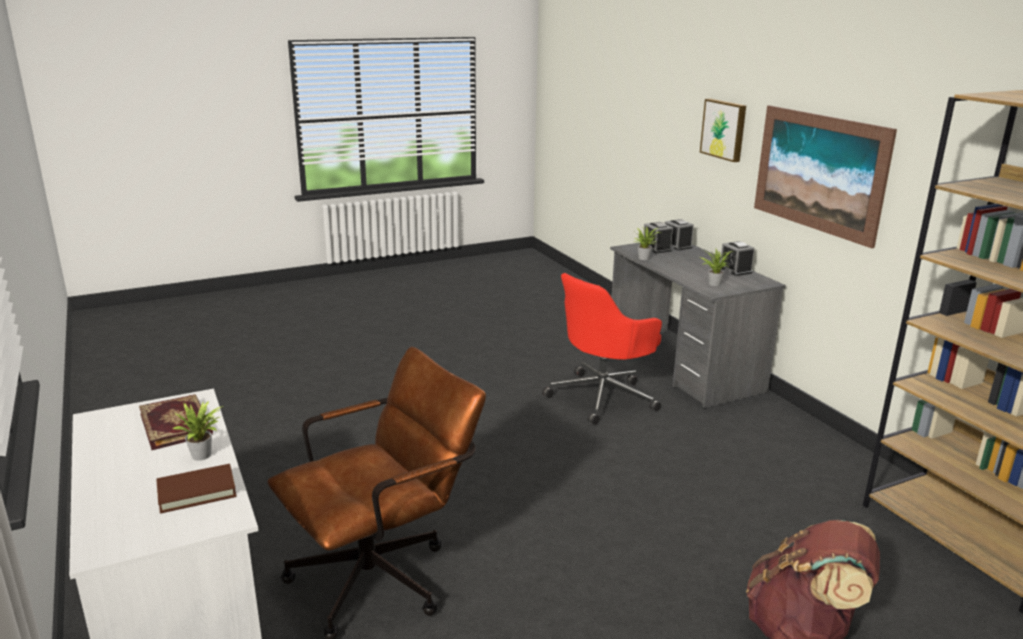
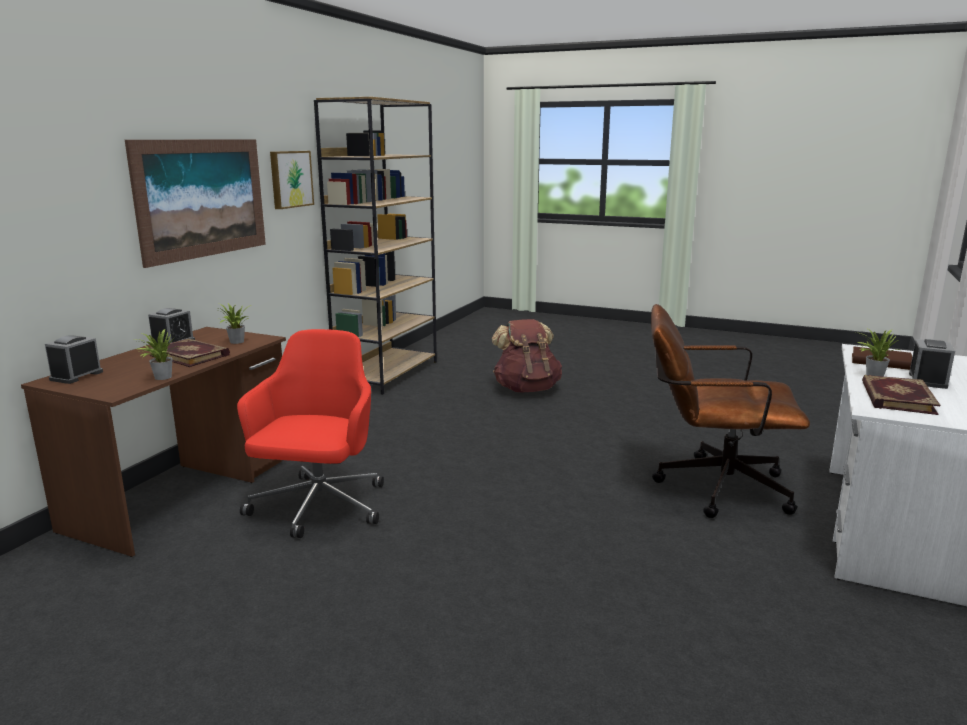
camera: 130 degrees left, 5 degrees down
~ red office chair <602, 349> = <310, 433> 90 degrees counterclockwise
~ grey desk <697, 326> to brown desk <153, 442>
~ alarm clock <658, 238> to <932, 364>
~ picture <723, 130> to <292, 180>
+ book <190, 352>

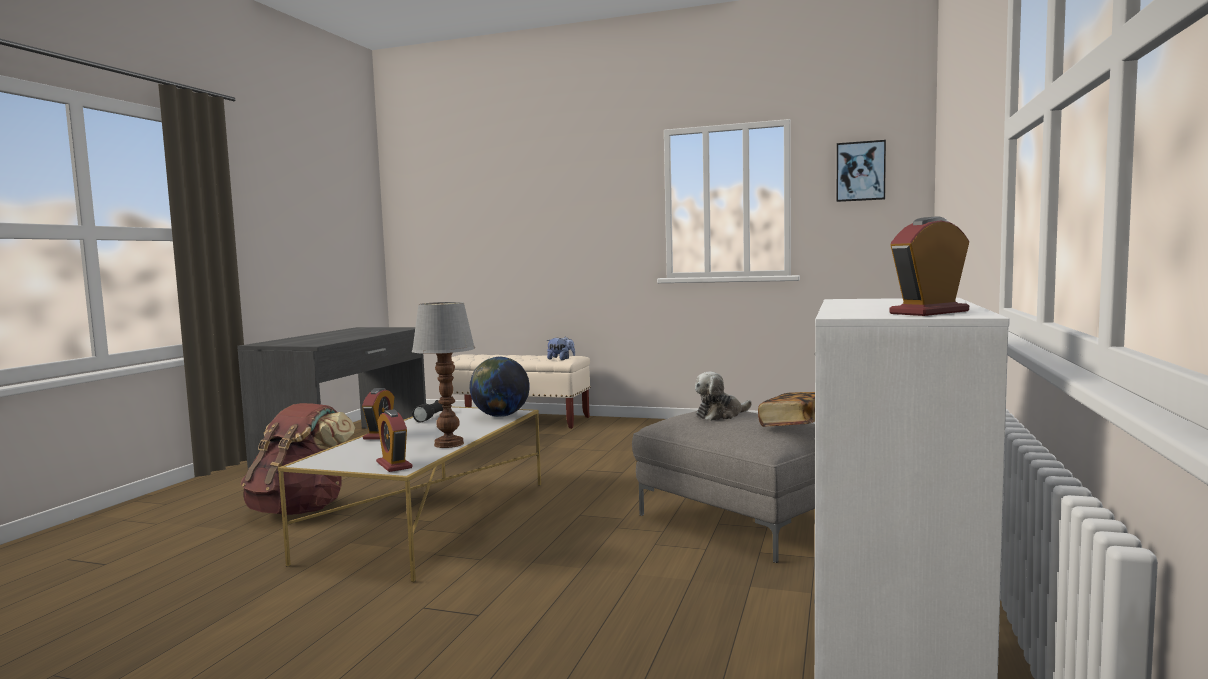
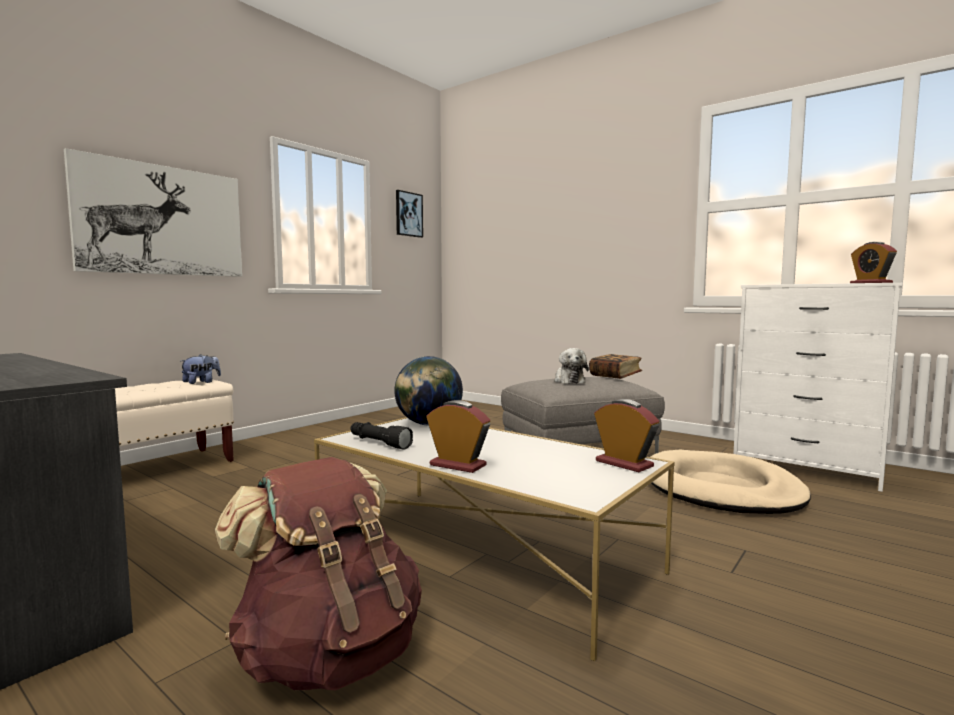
camera: 70 degrees left, 0 degrees up
~ alarm clock <394, 440> = <626, 435> 120 degrees counterclockwise
- table lamp <443, 375>
+ picture <153, 212>
+ beige dog bed <731, 482>

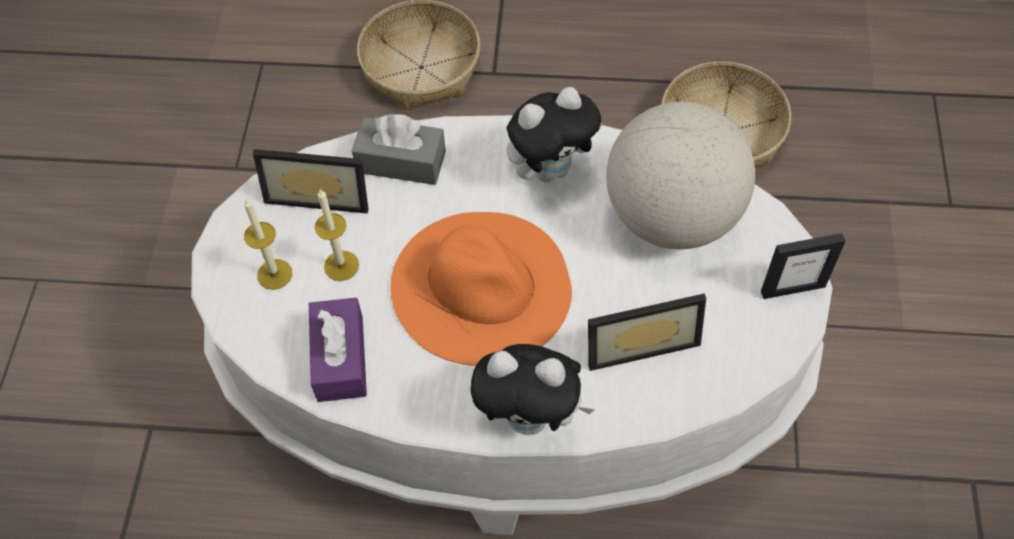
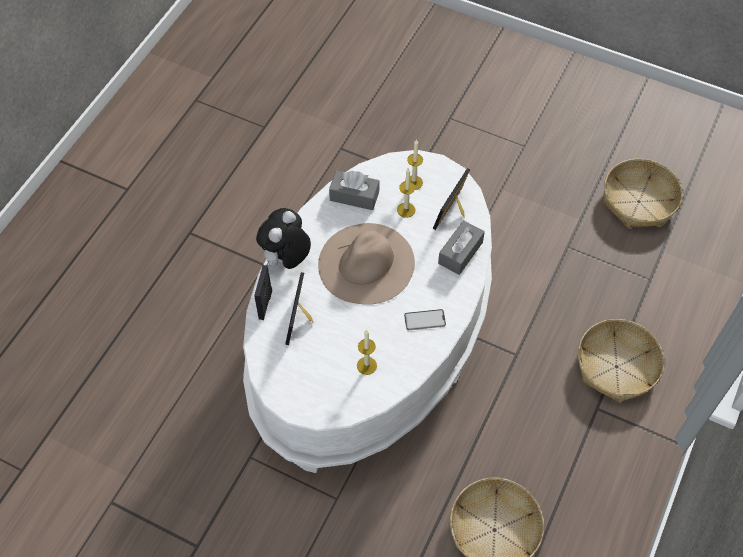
camera: 110 degrees right, 0 degrees up
~ purple tissue box <338, 350> to grey tissue box <354, 190>
~ orange hat <481, 289> to beige hat <366, 264>
~ plush toy <555, 135> to phone <425, 319>
~ globe <680, 175> to candle <367, 352>
~ picture frame <803, 266> to <263, 292>
+ basket <643, 193>

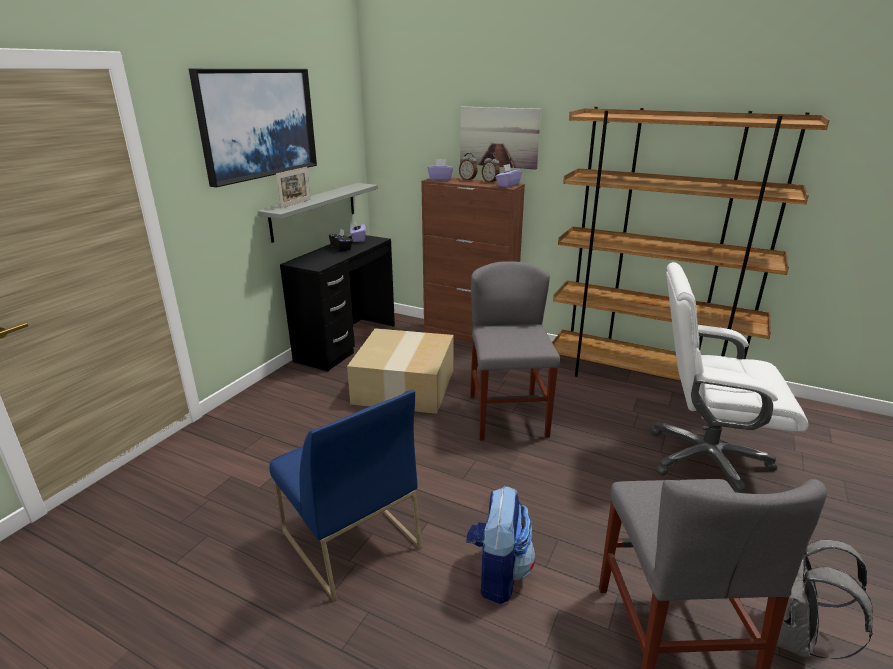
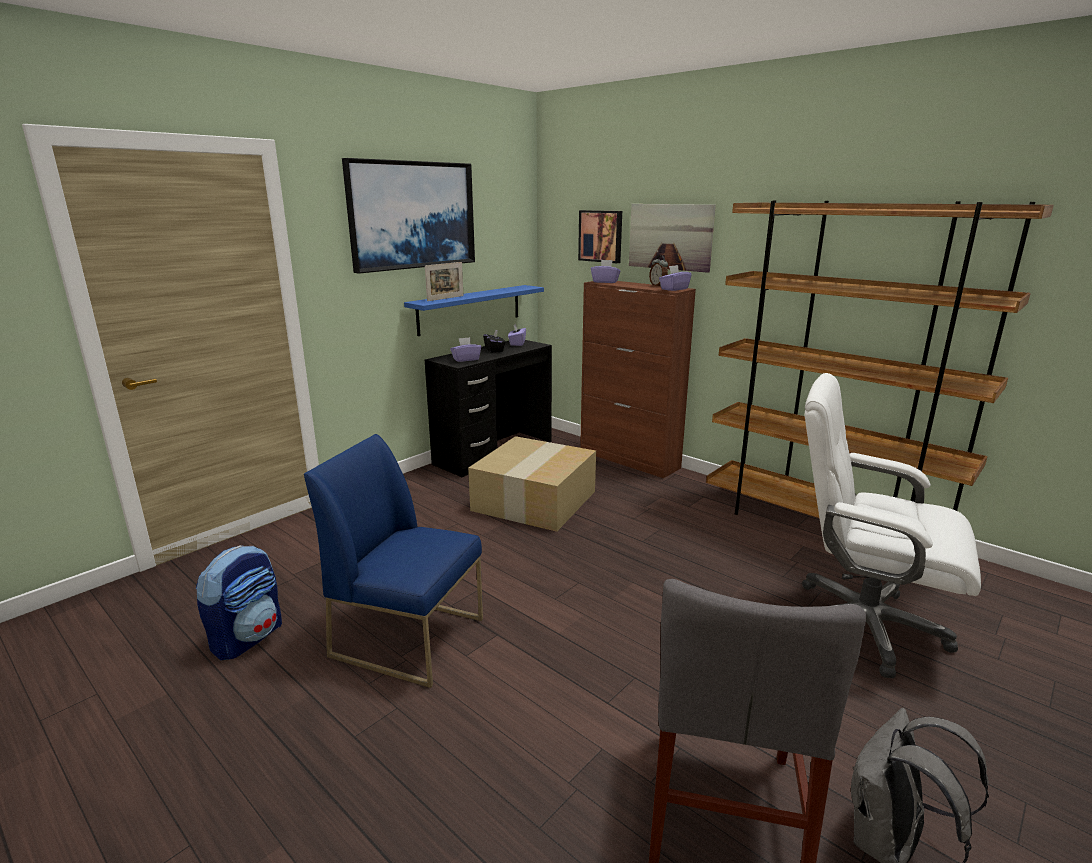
camera: 15 degrees right, 5 degrees down
~ grey shelf <317, 213> to blue shelf <474, 310>
~ blue chair <345, 496> = <393, 561> 135 degrees clockwise
- alarm clock <468, 167>
~ backpack <501, 545> to <239, 602>
- grey chair <515, 350>
+ purple tissue box <465, 349>
+ picture <600, 236>

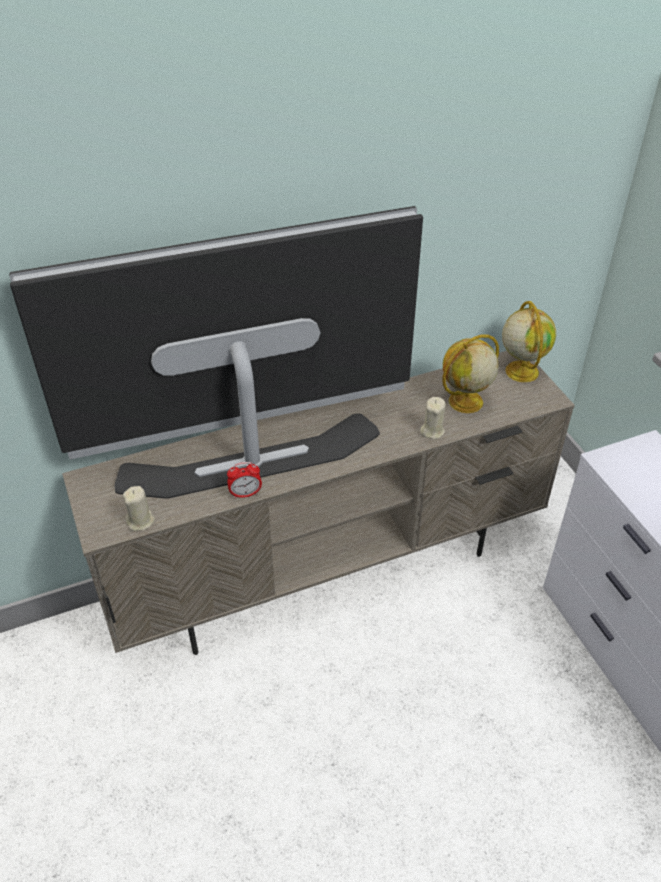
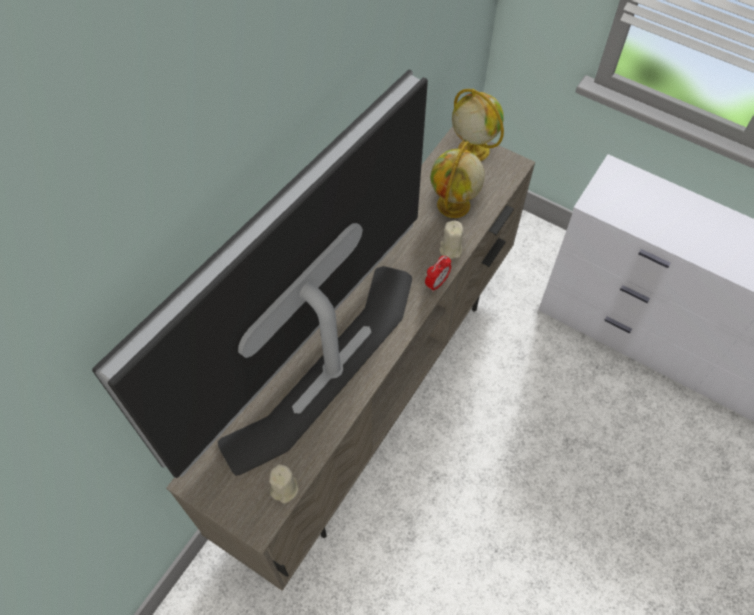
camera: 35 degrees left, 15 degrees up
~ alarm clock <244, 480> to <438, 274>

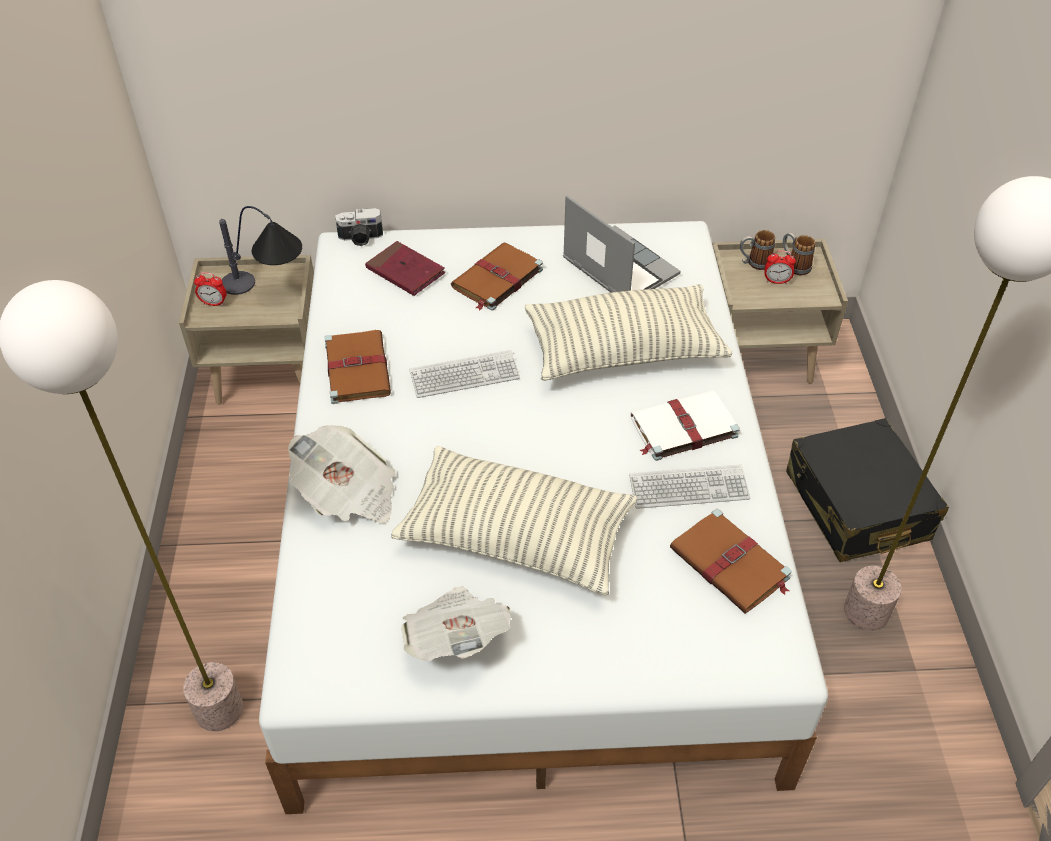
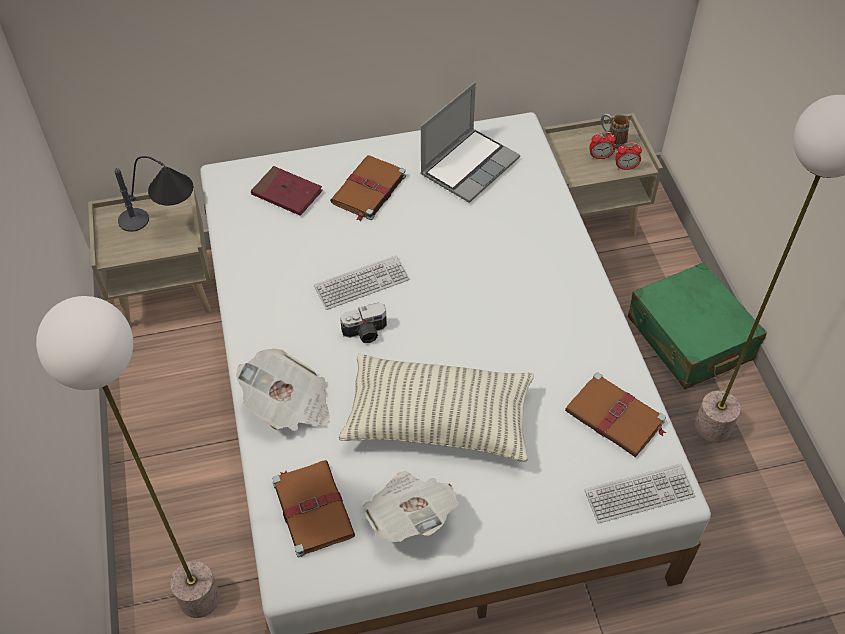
camera: 10 degrees left, 5 degrees up
~ alarm clock <210, 289> to <628, 156>
~ brown book <358, 367> to <313, 508>
~ photo camera <359, 227> to <363, 323>
- pillow <628, 332>
~ laptop <622, 244> = <470, 142> 90 degrees clockwise
~ keyboard <689, 487> to <640, 493>
- white book <685, 425>
- mug <757, 250>
~ black suitcase <867, 490> to green suitcase <697, 325>

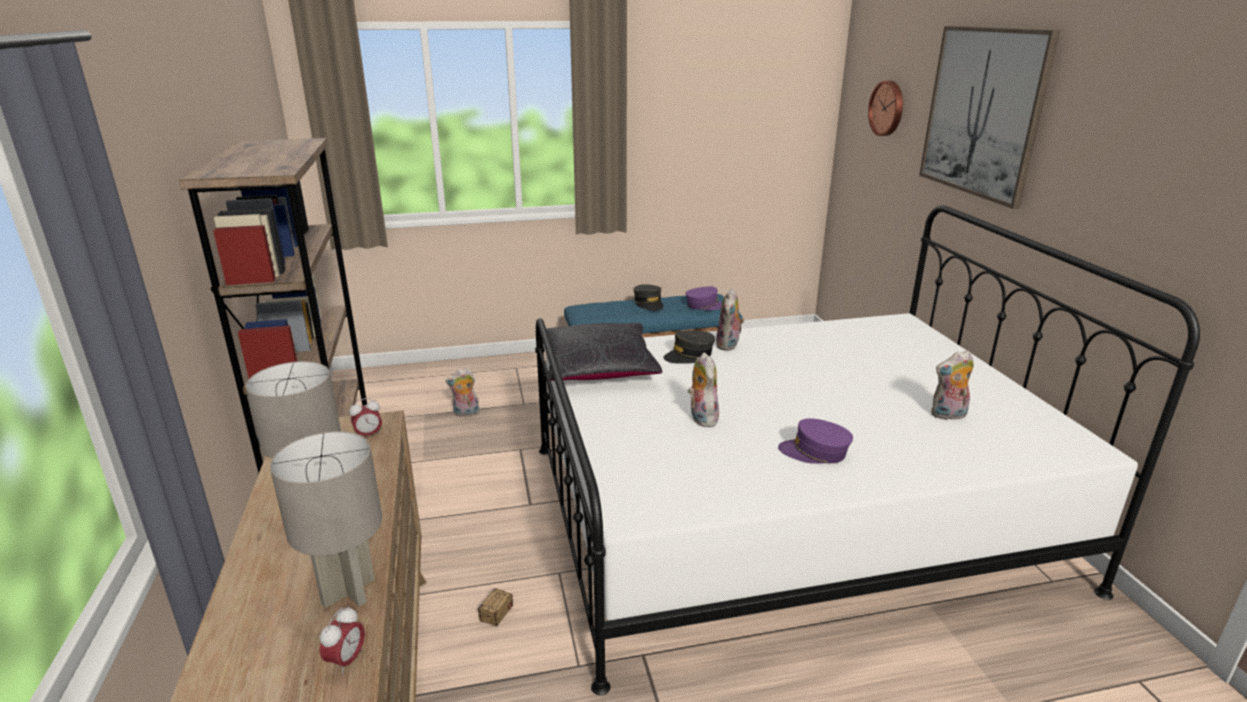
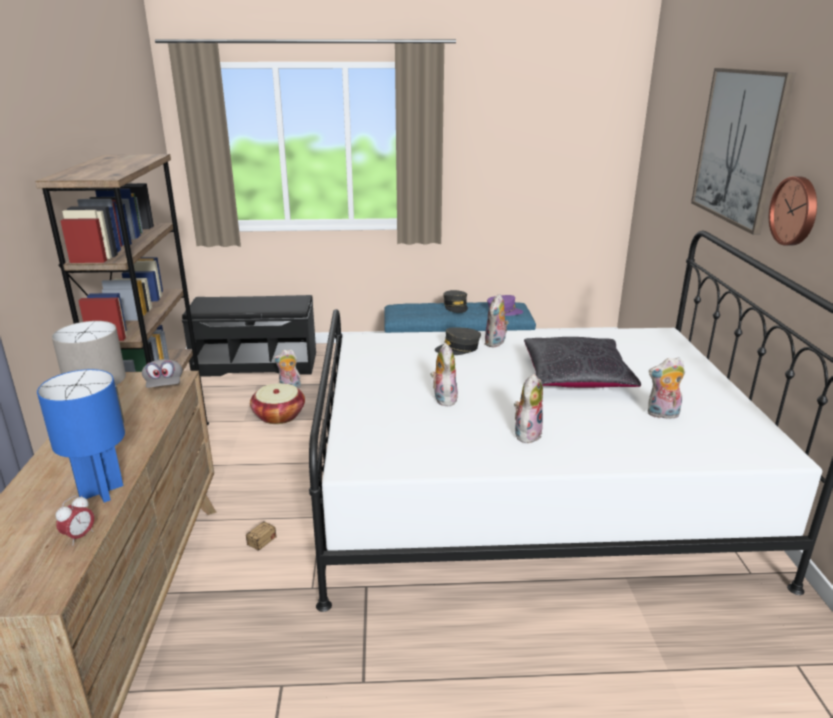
camera: 10 degrees right, 0 degrees up
~ grey table lamp <326, 519> to blue table lamp <81, 436>
~ alarm clock <365, 417> to grey cap <162, 373>
~ black pillow <604, 352> to <582, 362>
~ purple cap <815, 441> to plush toy <528, 408>
~ wall clock <885, 108> to <793, 210>
+ black bench <249, 336>
+ basket <277, 403>

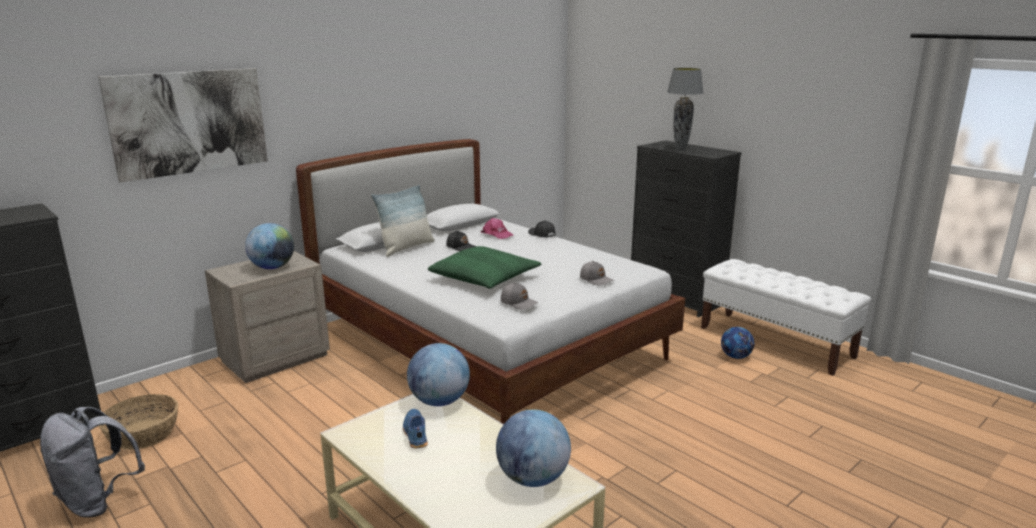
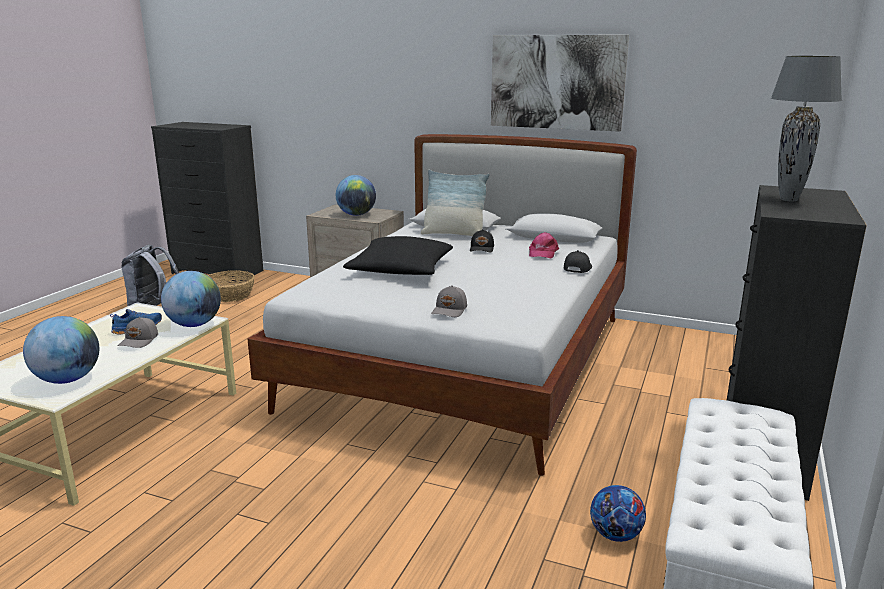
camera: 65 degrees right, 0 degrees up
~ picture <183, 125> to <560, 83>
~ green pillow <484, 267> to black pillow <398, 255>
~ grey cap <520, 296> to <138, 332>

